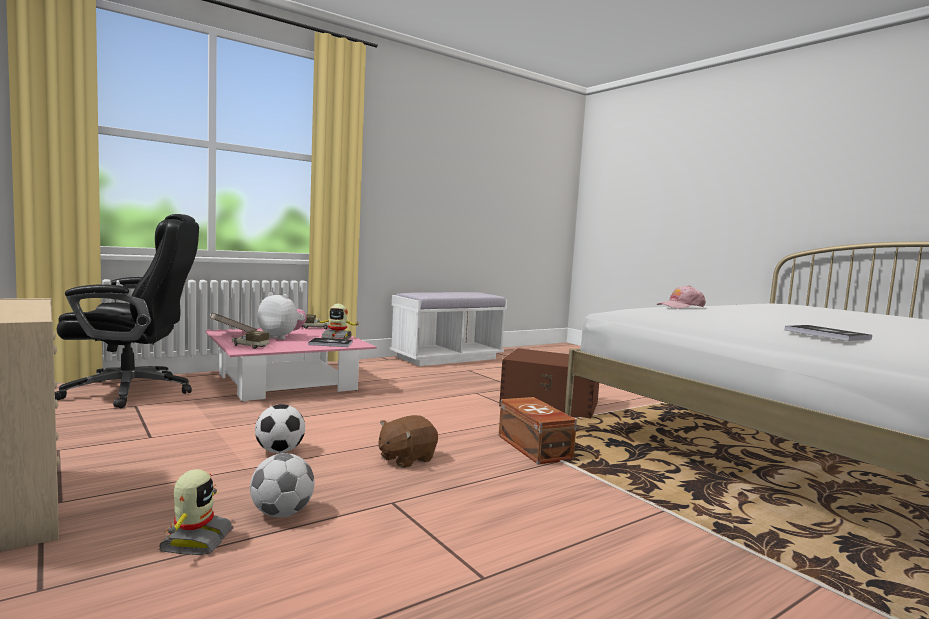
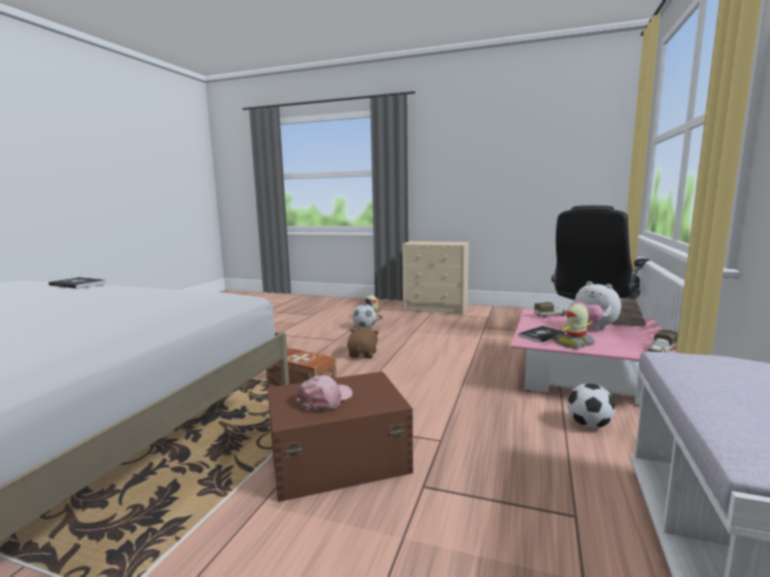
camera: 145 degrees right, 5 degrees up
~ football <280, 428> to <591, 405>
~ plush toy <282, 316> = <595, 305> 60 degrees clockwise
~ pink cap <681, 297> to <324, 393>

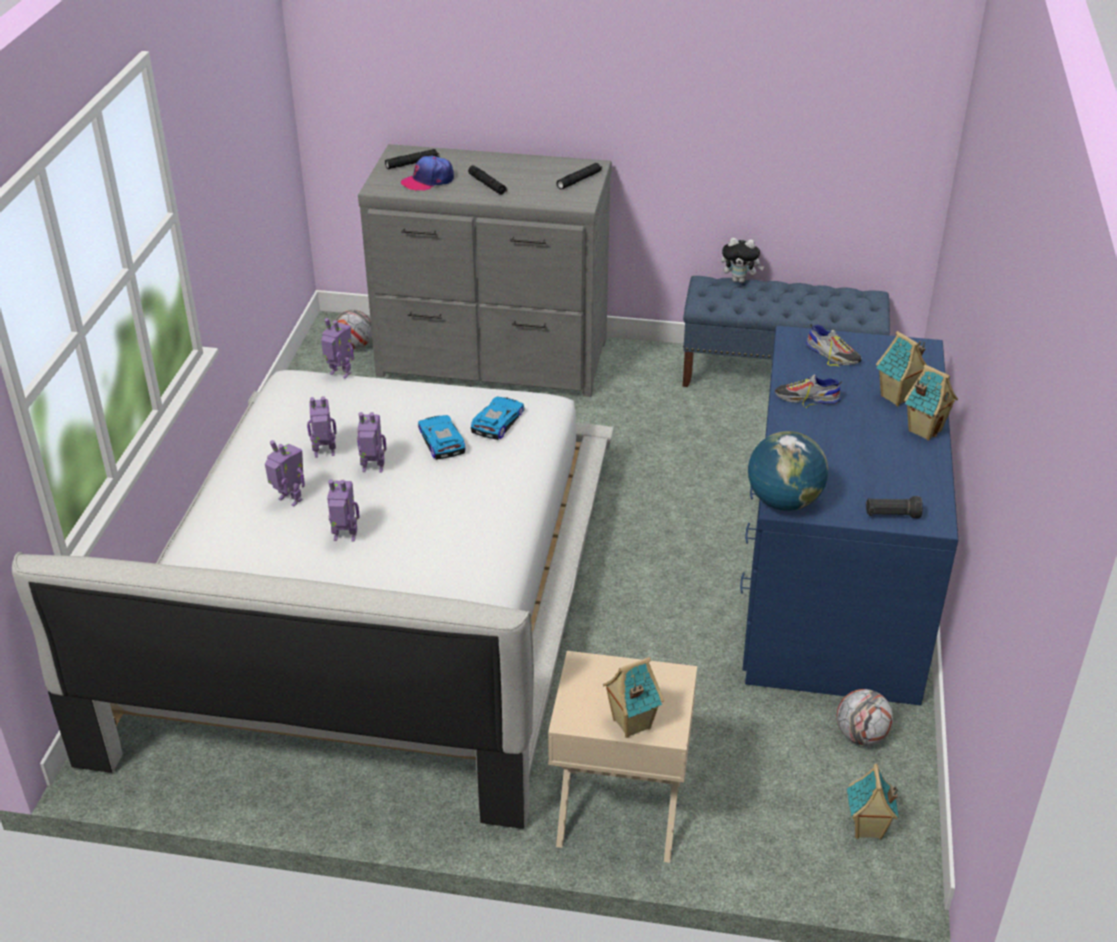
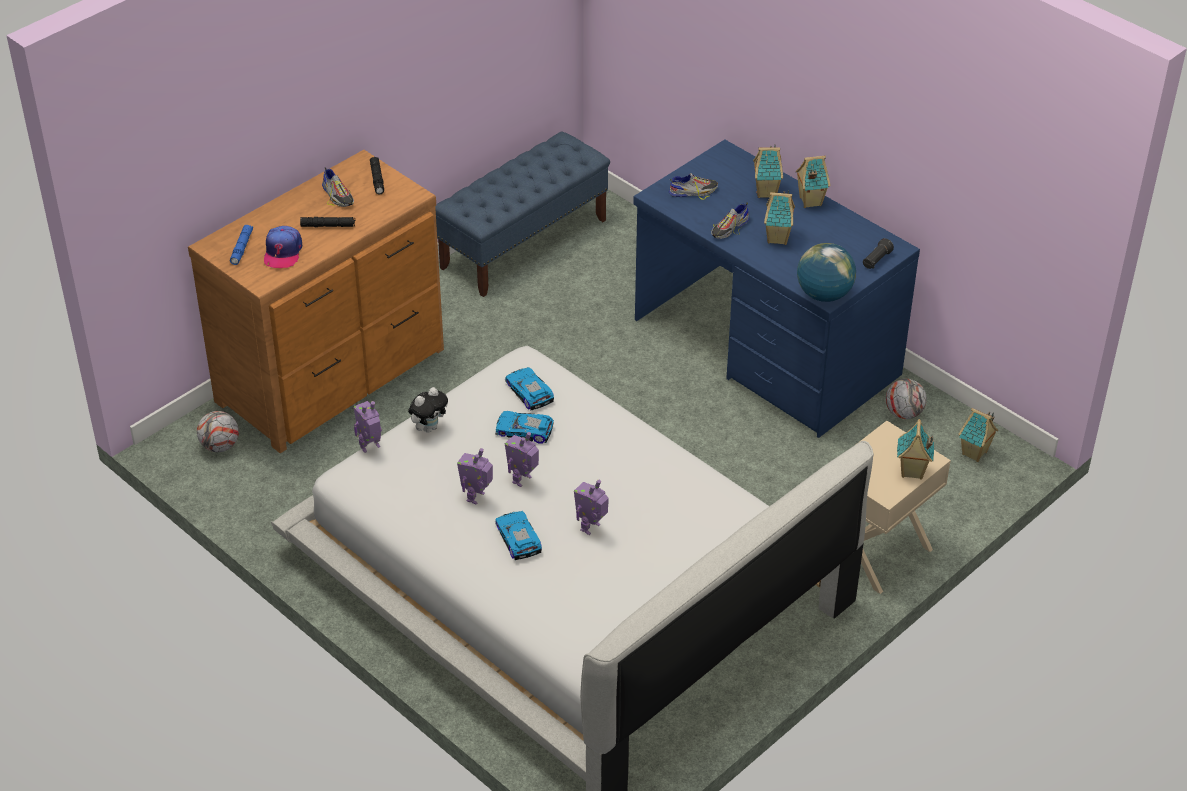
camera: 55 degrees left, 5 degrees up
~ toy robot <285, 473> to toy car <518, 535>
~ grey dresser <485, 270> to brown dresser <316, 301>
~ black flashlight <412, 159> to blue flashlight <241, 245>
~ plush toy <742, 260> to <428, 410>
+ shoe <338, 187>
+ toy house <779, 217>

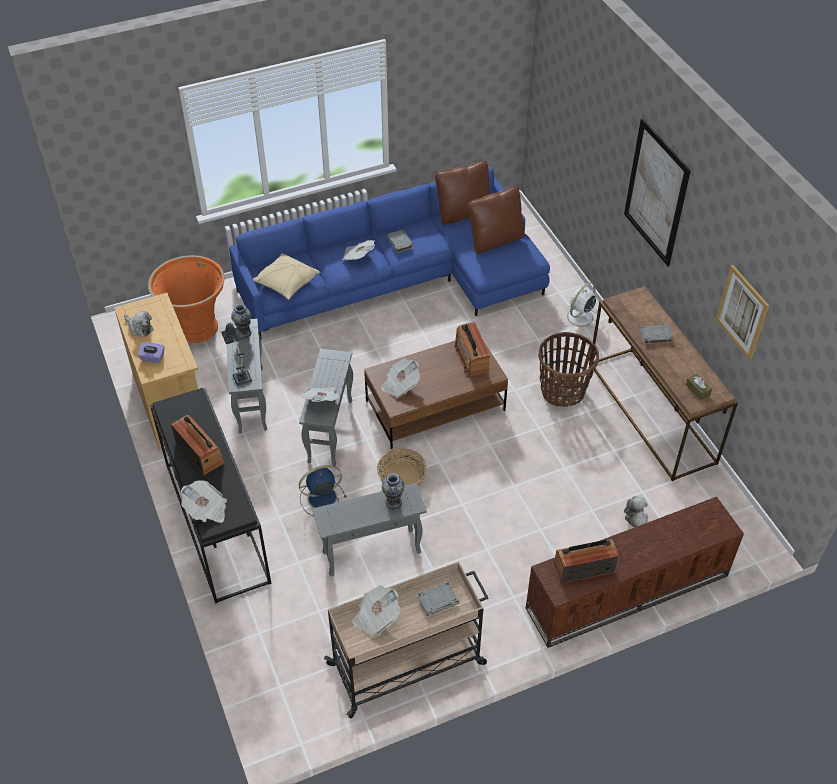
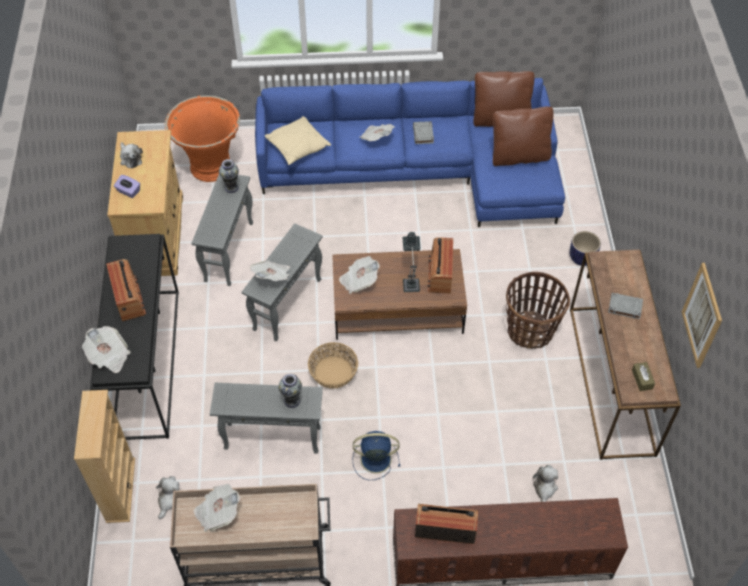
camera: 20 degrees right, 5 degrees up
~ table lamp <236, 354> to <412, 262>
~ blue fan <323, 490> to <376, 455>
- grey book <438, 599>
~ white fan <579, 307> to planter <585, 248>
- picture <657, 192>
+ beige bookcase <104, 456>
+ plush toy <168, 497>

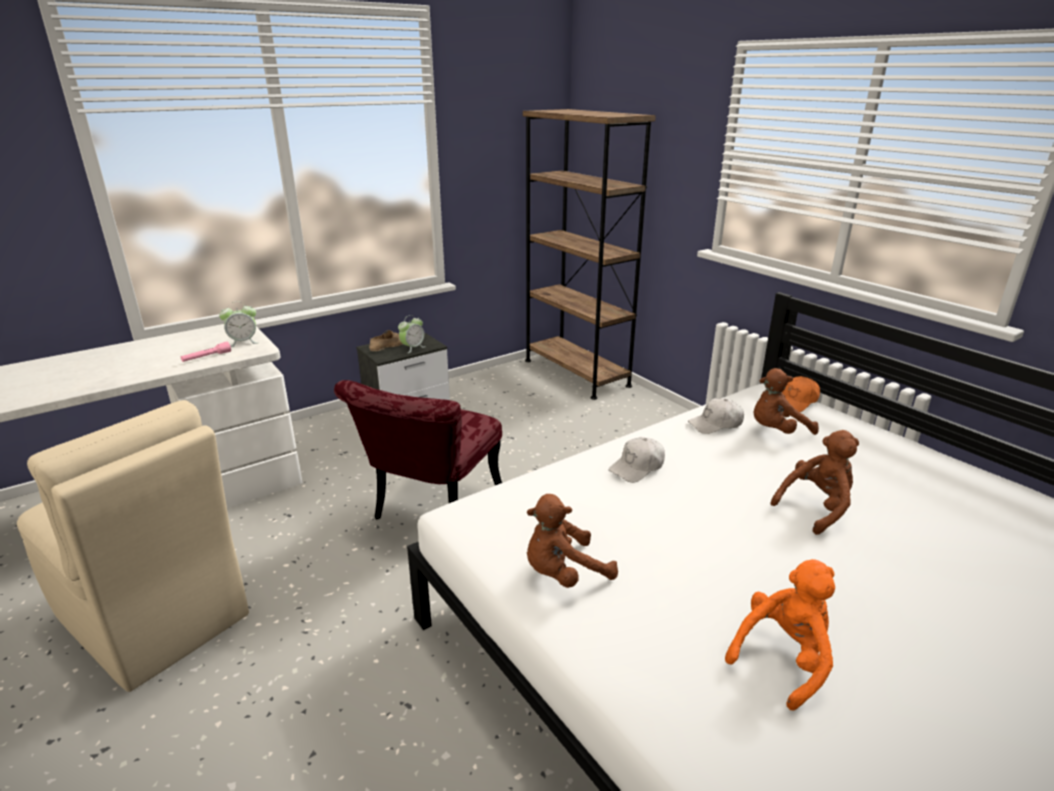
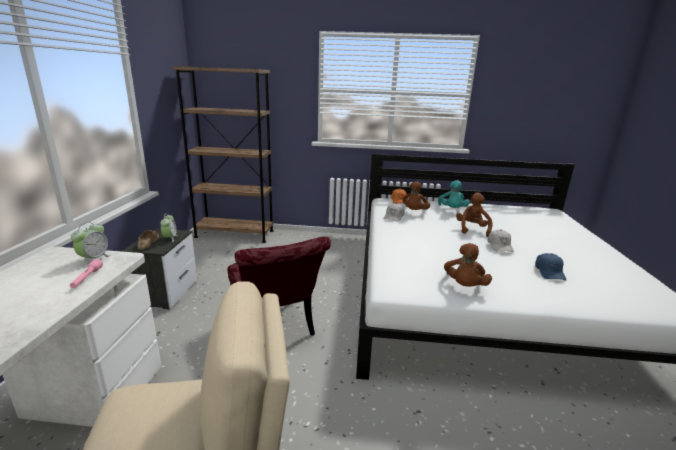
camera: 50 degrees left, 5 degrees down
~ white cap <637, 460> to <501, 241>
~ orange plush toy <780, 635> to blue cap <550, 267>
+ turquoise plush toy <454, 194>

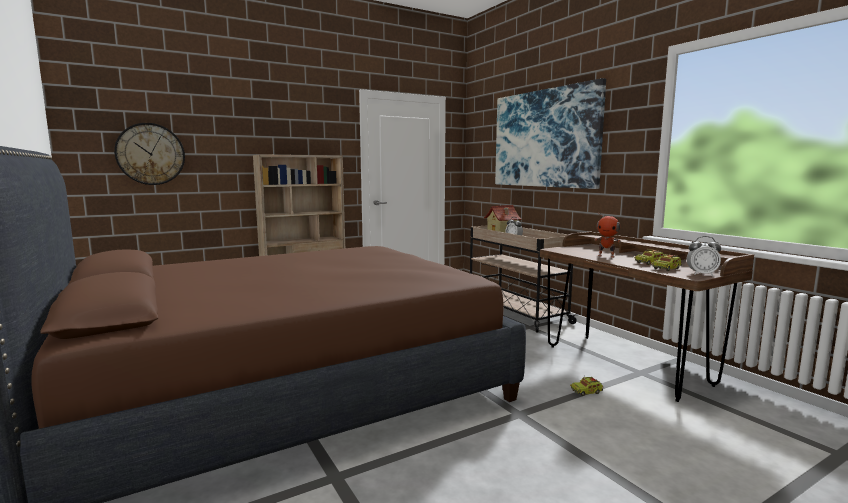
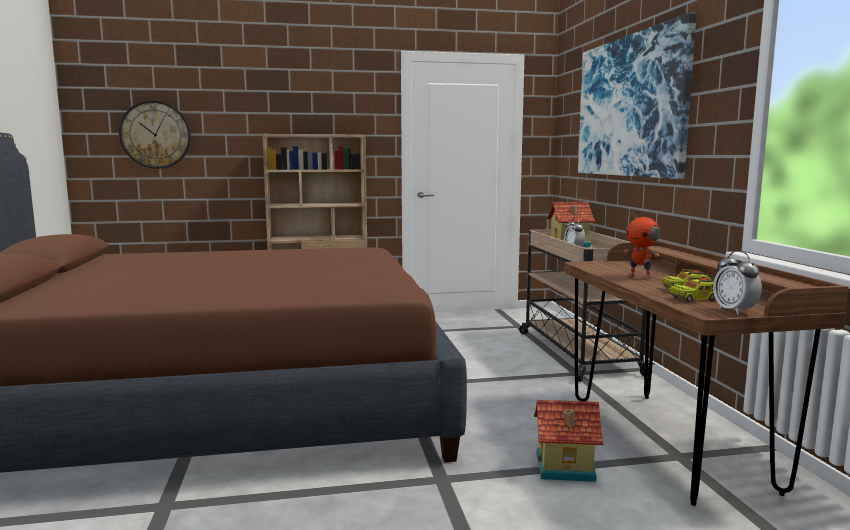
camera: 20 degrees right, 0 degrees up
~ toy truck <586, 386> to toy house <568, 441>
~ alarm clock <703, 256> = <737, 283> 45 degrees clockwise

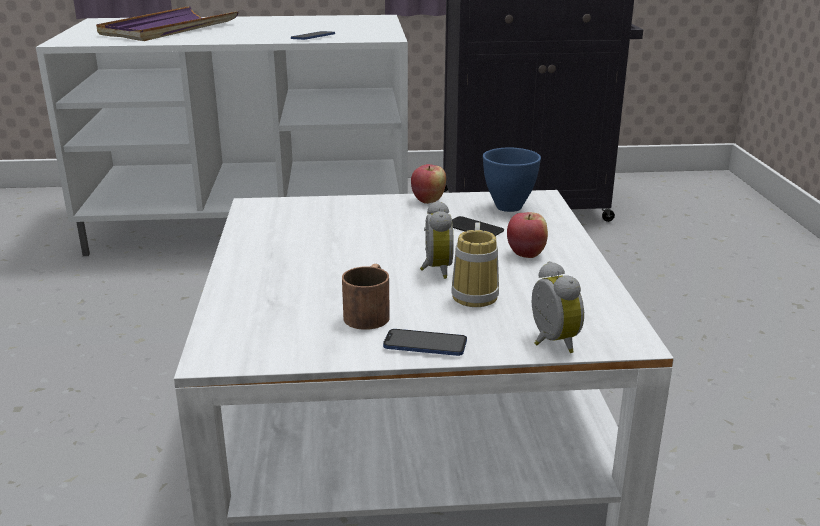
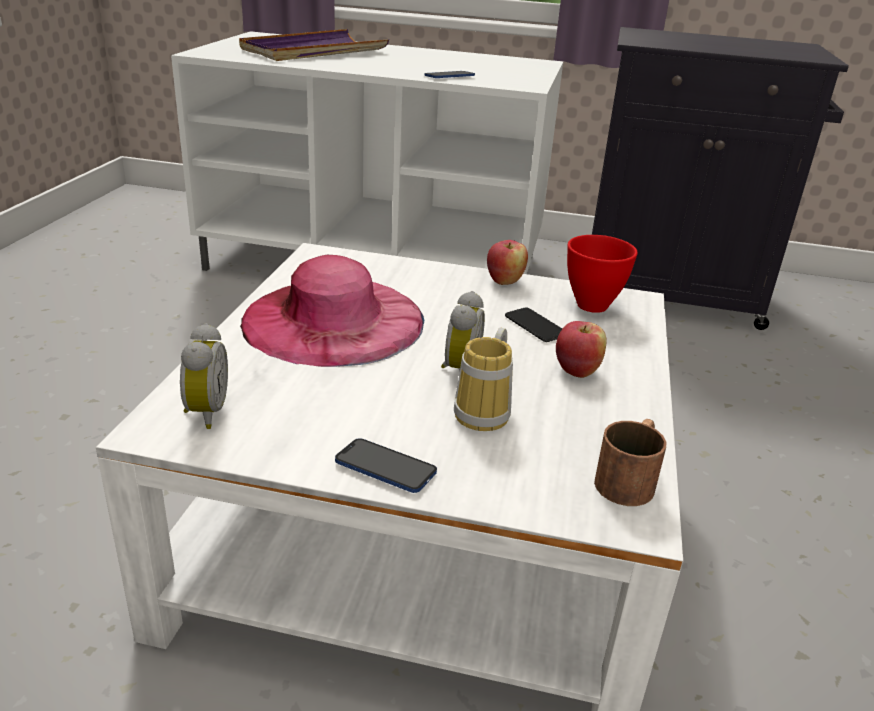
camera: 15 degrees right, 5 degrees up
~ brown mug <366, 297> to <630, 462>
~ blue bowl <512, 180> to red bowl <602, 274>
~ alarm clock <558, 307> to <204, 376>
+ pink hat <332, 311>

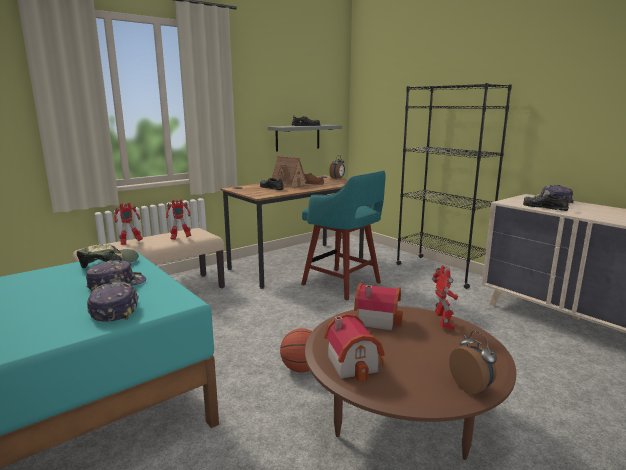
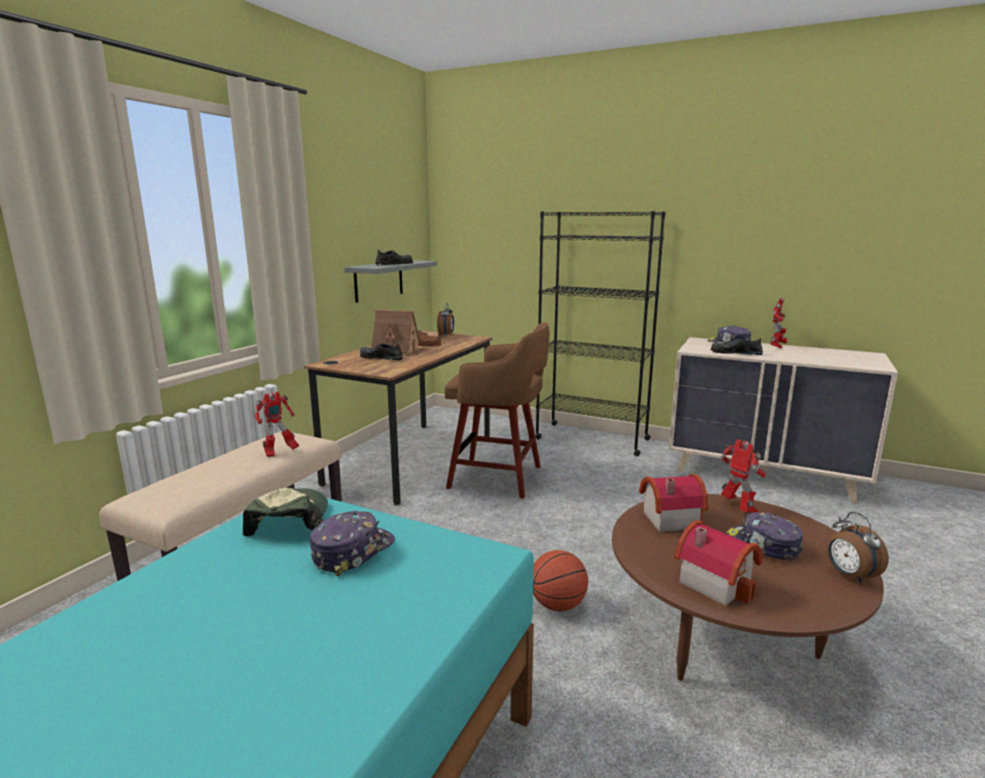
camera: 25 degrees left, 0 degrees up
~ cap <113, 302> to <765, 536>
~ toy robot <128, 223> to <778, 323>
~ turquoise stool <343, 235> to brown stool <496, 410>
~ alarm clock <473, 362> = <858, 548> 150 degrees counterclockwise

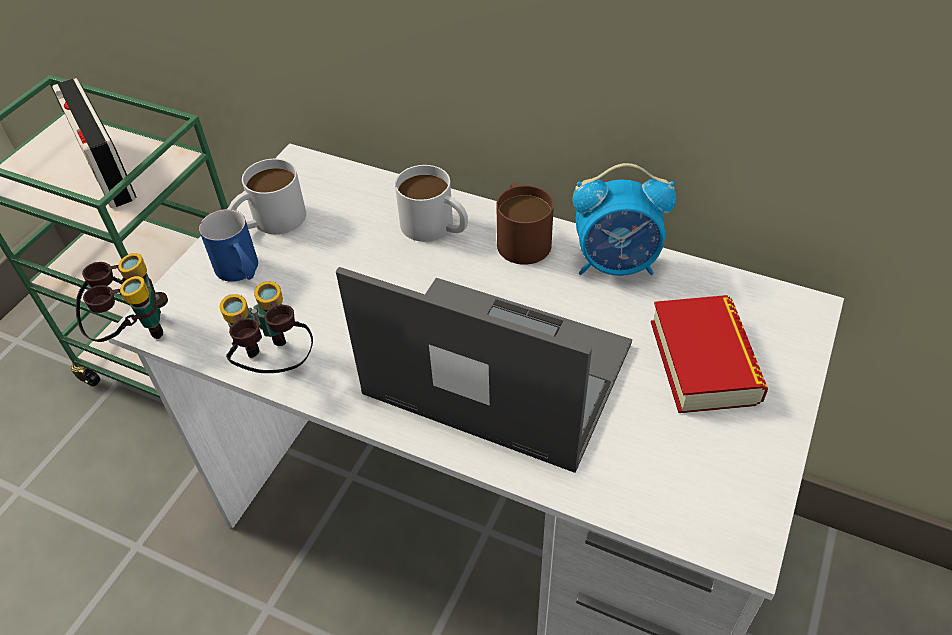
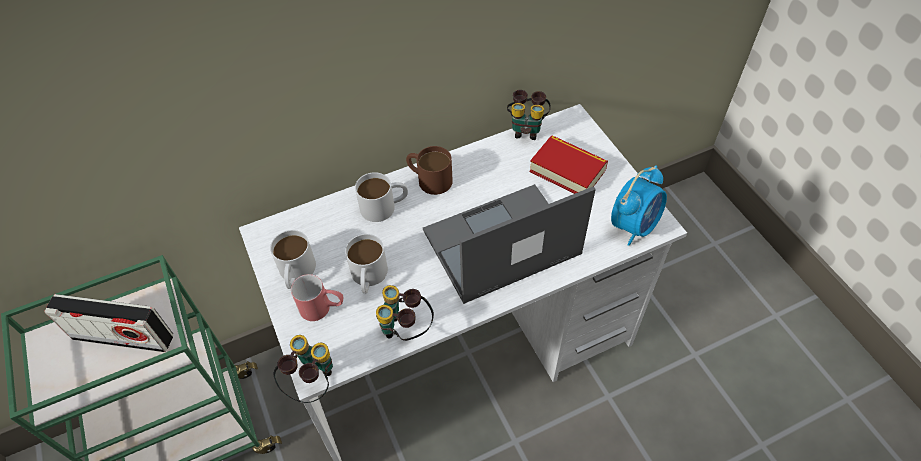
camera: 50 degrees left, 5 degrees up
~ blue mug <228, 245> to red mug <317, 297>
~ alarm clock <624, 219> to <639, 205>
+ white mug <366, 263>
+ binoculars <529, 115>

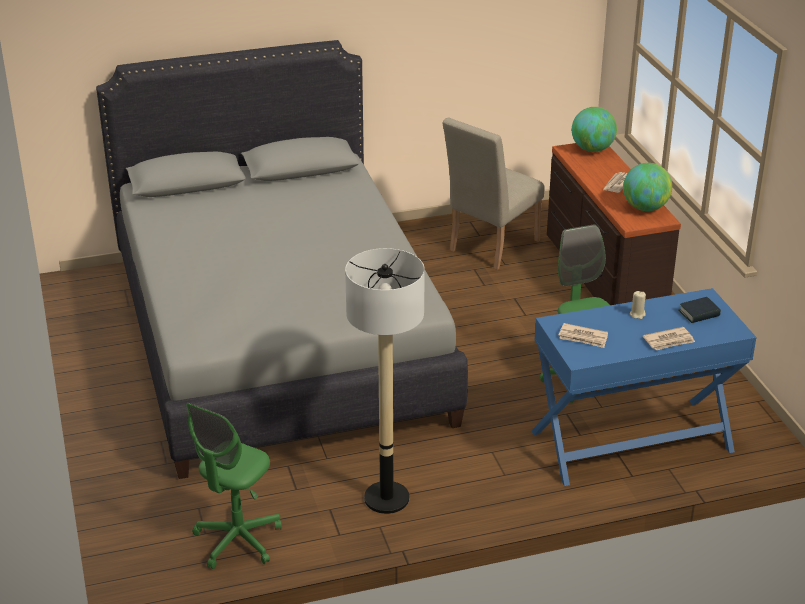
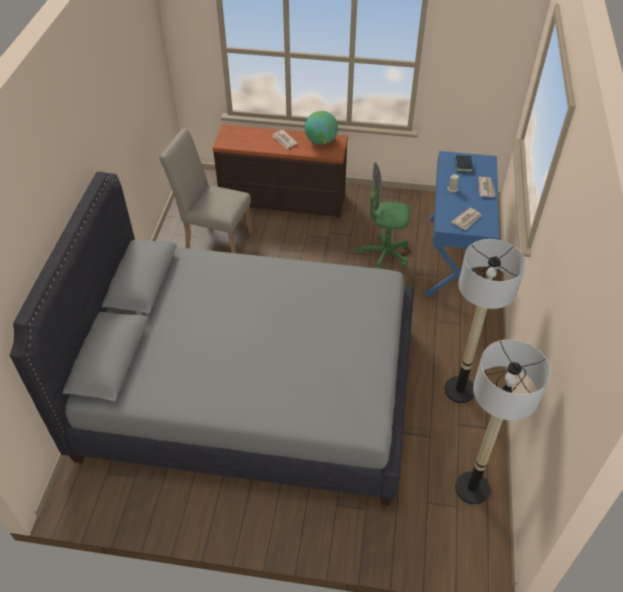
camera: 65 degrees left, 15 degrees up
~ green office chair <234, 486> to floor lamp <503, 422>
~ beige chair <493, 193> = <206, 190> 135 degrees clockwise
- globe <594, 129>

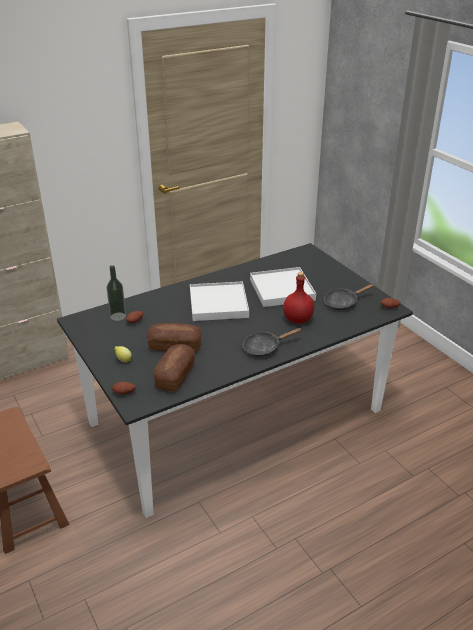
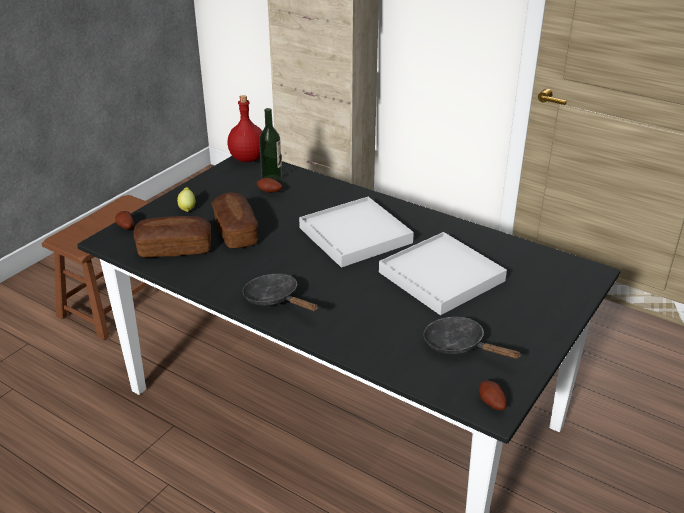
camera: 65 degrees right, 0 degrees up
~ red bottle <298, 298> to <245, 128>

